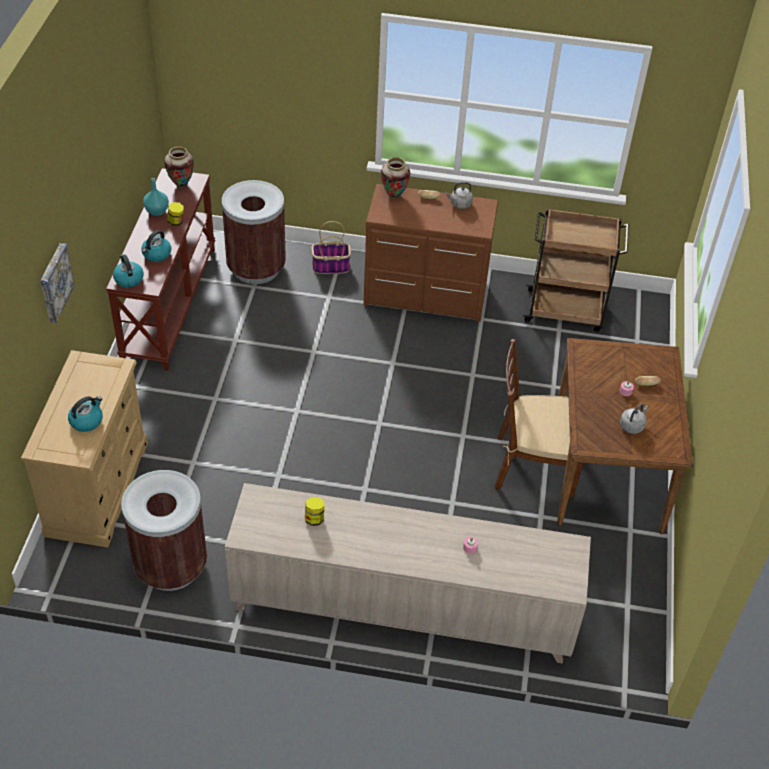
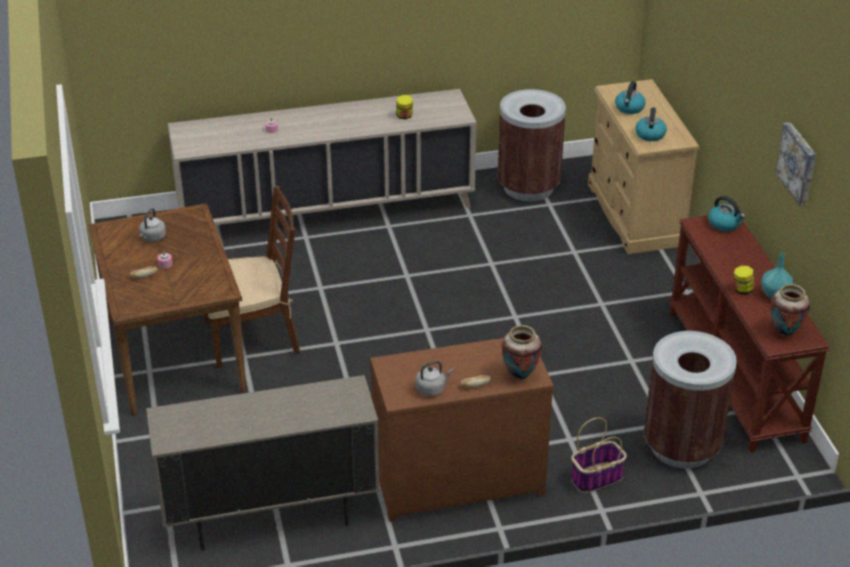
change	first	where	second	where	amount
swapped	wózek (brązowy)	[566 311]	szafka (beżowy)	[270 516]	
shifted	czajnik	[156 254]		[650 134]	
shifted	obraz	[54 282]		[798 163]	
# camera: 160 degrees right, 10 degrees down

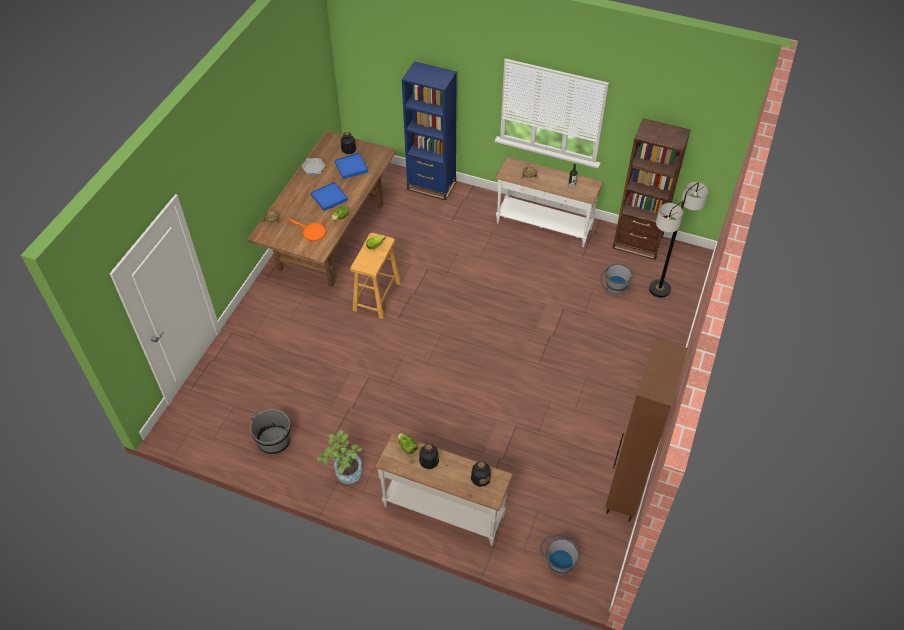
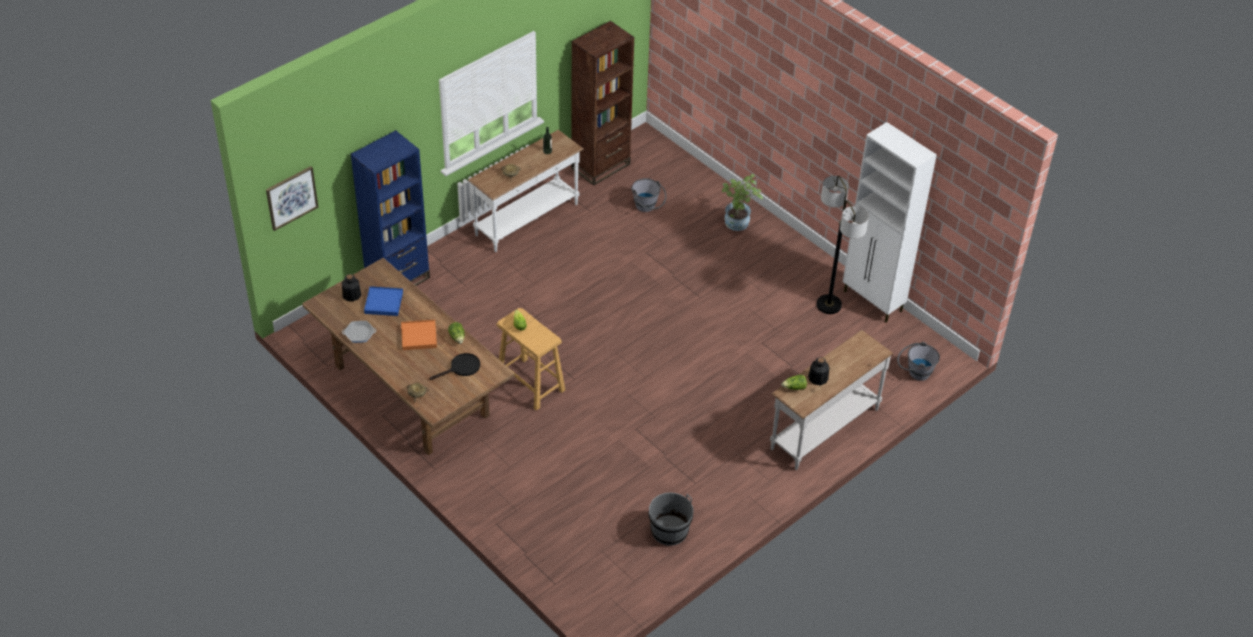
change	first	where	second	where	amount
shifted	lampa stojąca	[659 289]		[828 305]	
repainted	taca (niebieski)	[329 197]	taca (pomarańczowy)	[419 336]	
repainted	patelnia (pomarańczowy)	[311 232]	patelnia (czarny)	[461 368]	
repainted	szafka (brązowy)	[625 493]	szafka (biały)	[873 302]	
shifted	roślina doniczkowa	[345 475]		[737 225]	
gone	butelka	[480 478]			
new			obraz	[291 197]	
# camera: 65 degrees left, 5 degrees down

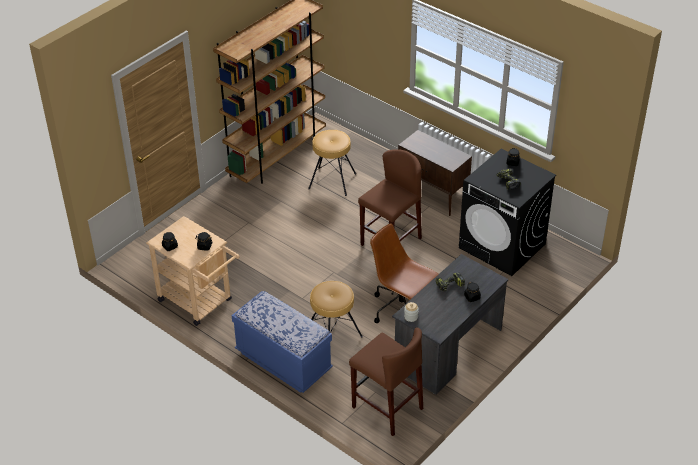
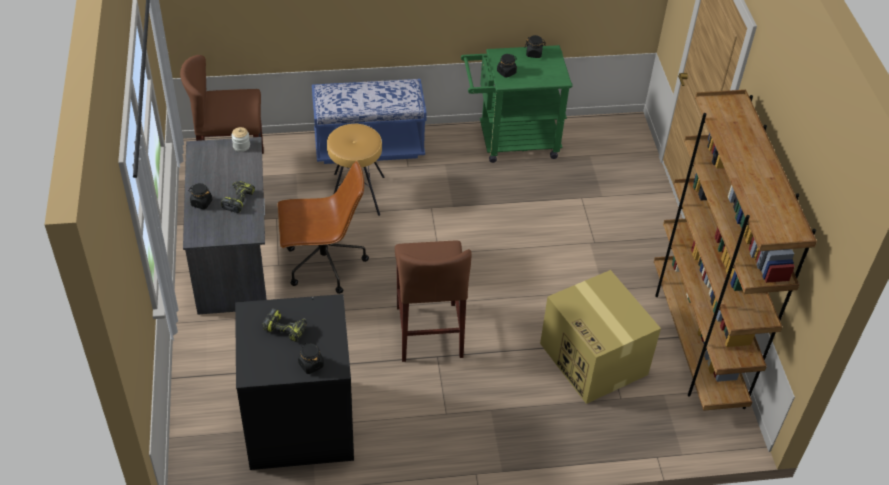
change	first	where	second	where	amount
swapped	stołek (brązowy)	[332 181]	karton	[594 360]	
gone	szafka (brązowy)	[433 196]			
repainted	wózek (beżowy)	[199 303]	wózek (zielony)	[510 141]	
# camera: 130 degrees right, 5 degrees up

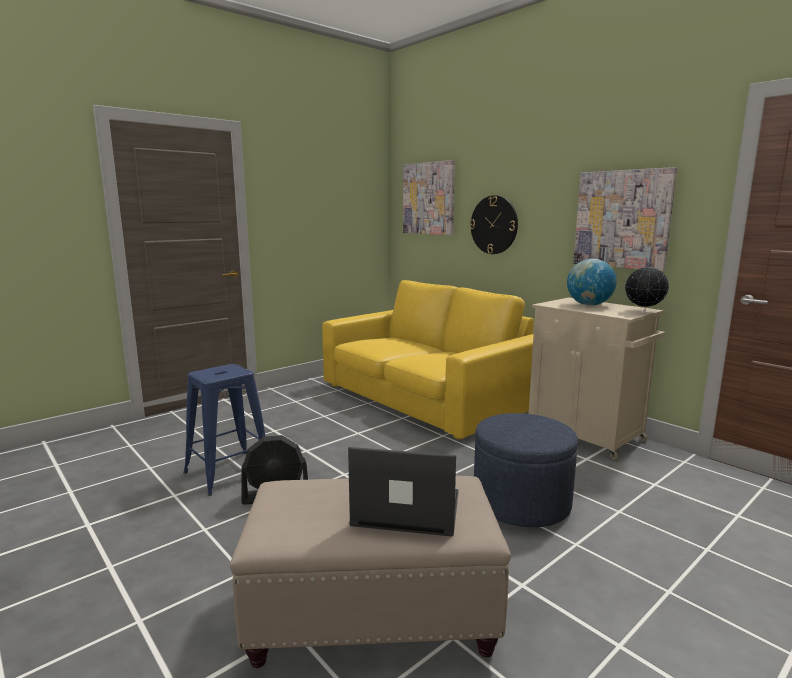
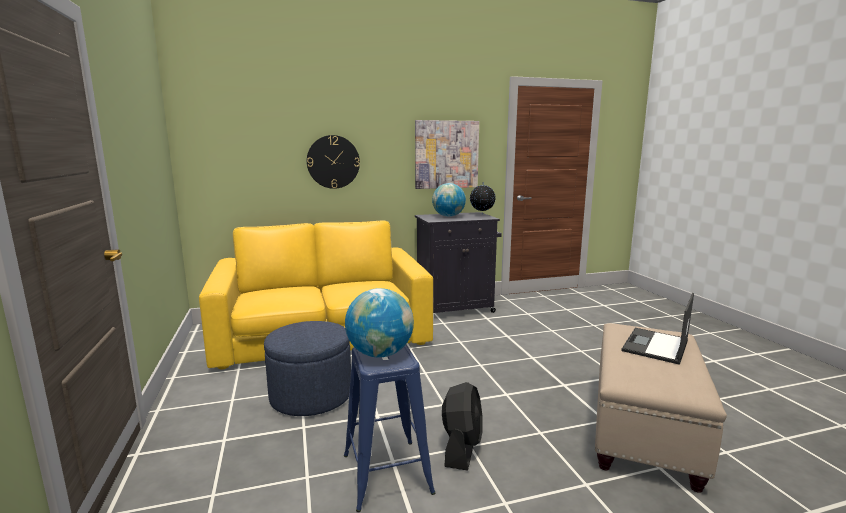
change	first	where	second	where	amount
gone	obraz	[428 198]			
repainted	szafka (beżowy)	[586 435]	szafka (czarny)	[456 308]	
shifted	pufa (niebieski)	[521 502]		[311 396]	
new			globus	[380 354]	
# camera: 65 degrees left, 0 degrees up

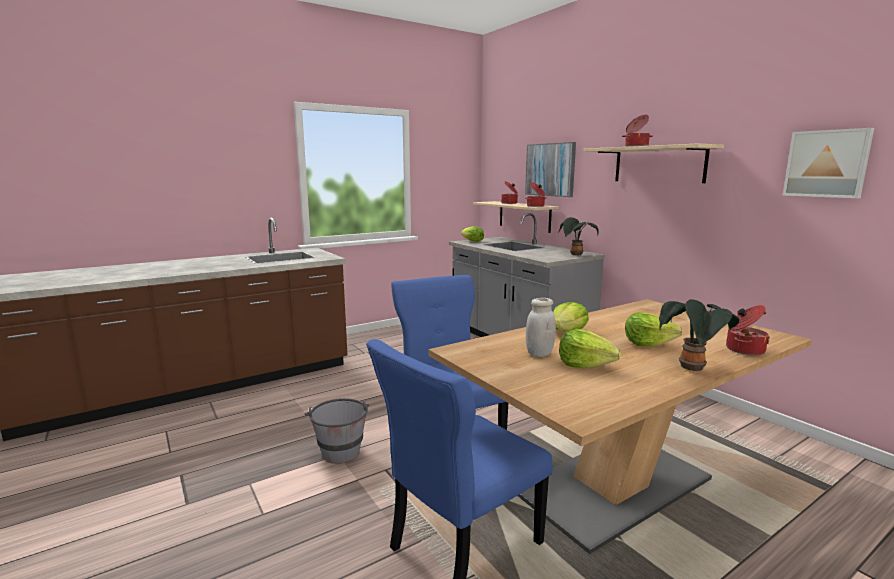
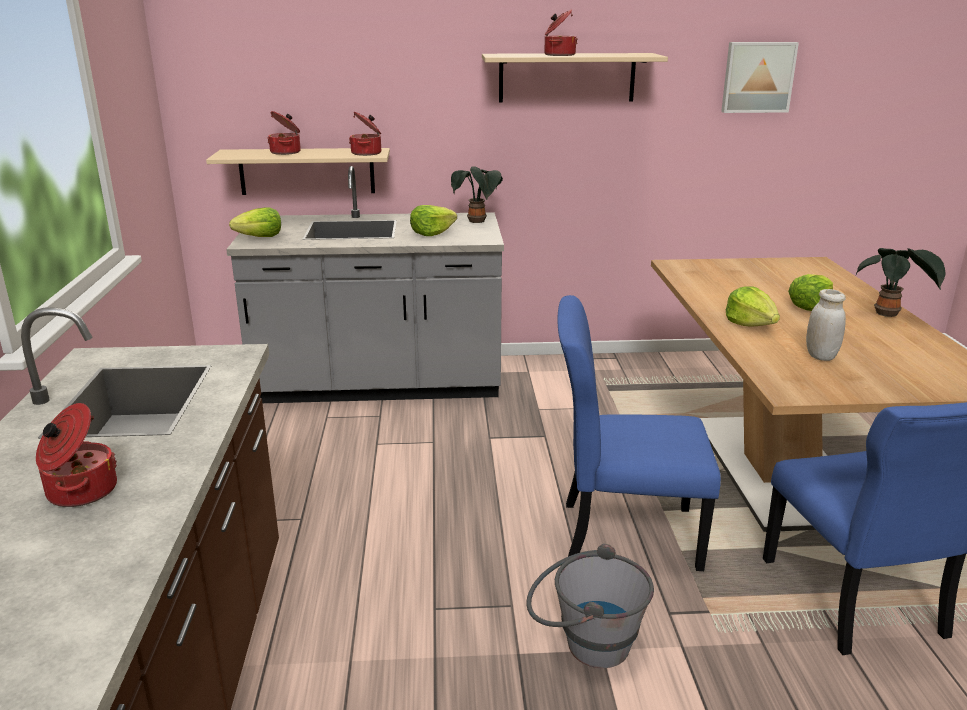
change	first	where	second	where	amount
gone	obraz	[550 169]			
shifted	garnek	[743 349]		[80 491]	
shifted	sałata	[585 364]		[431 233]	
# camera: 60 degrees left, 10 degrees up

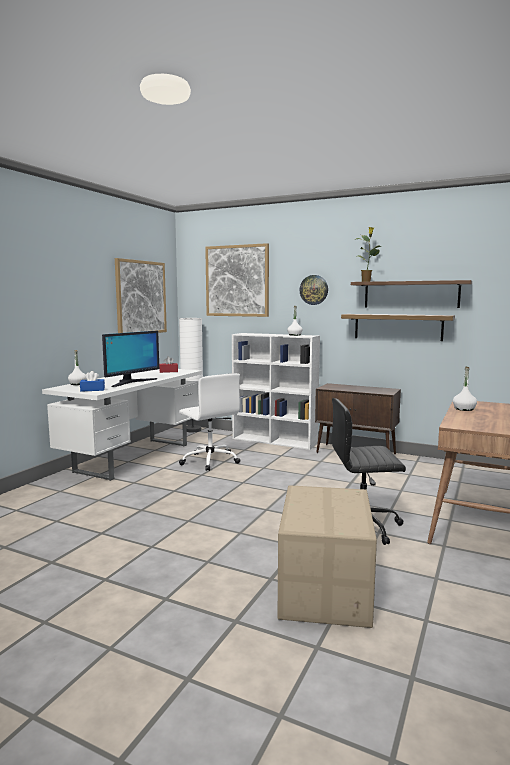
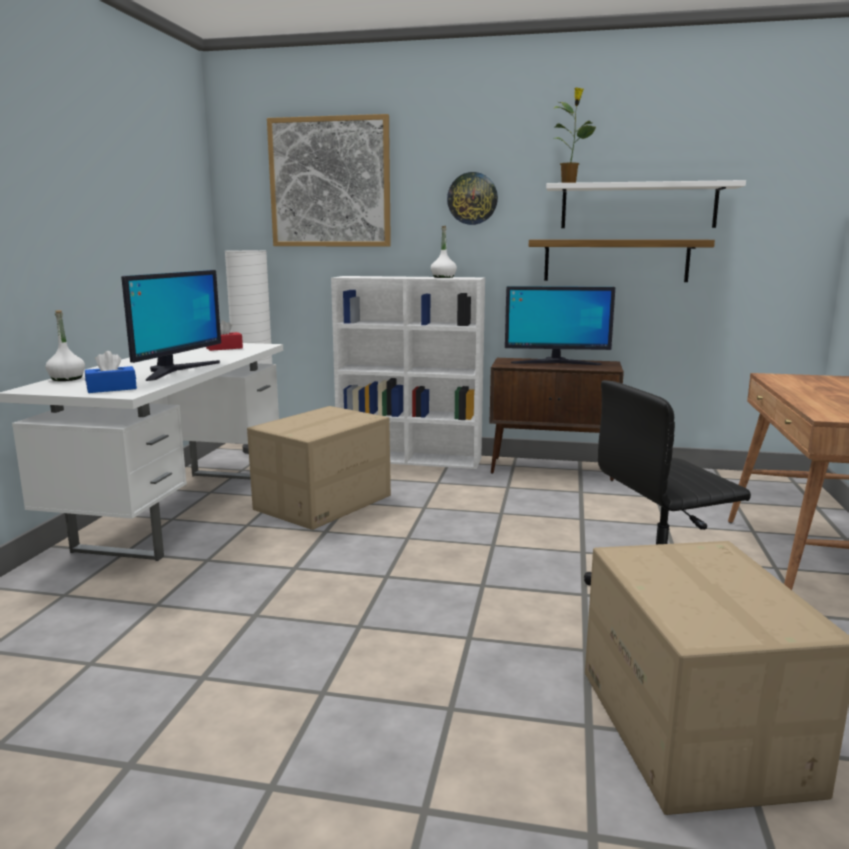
change	first	where	second	where	amount
gone	obraz	[141 297]			
repainted	półka (brązowy)	[411 294]	półka (biały)	[638 206]	
gone	butelka (biały)	[464 409]			
swapped	krzesło biurowe (biały)	[210 460]	karton	[323 503]	
new			monitor	[556 363]	
# camera: 15 degrees left, 5 degrees up

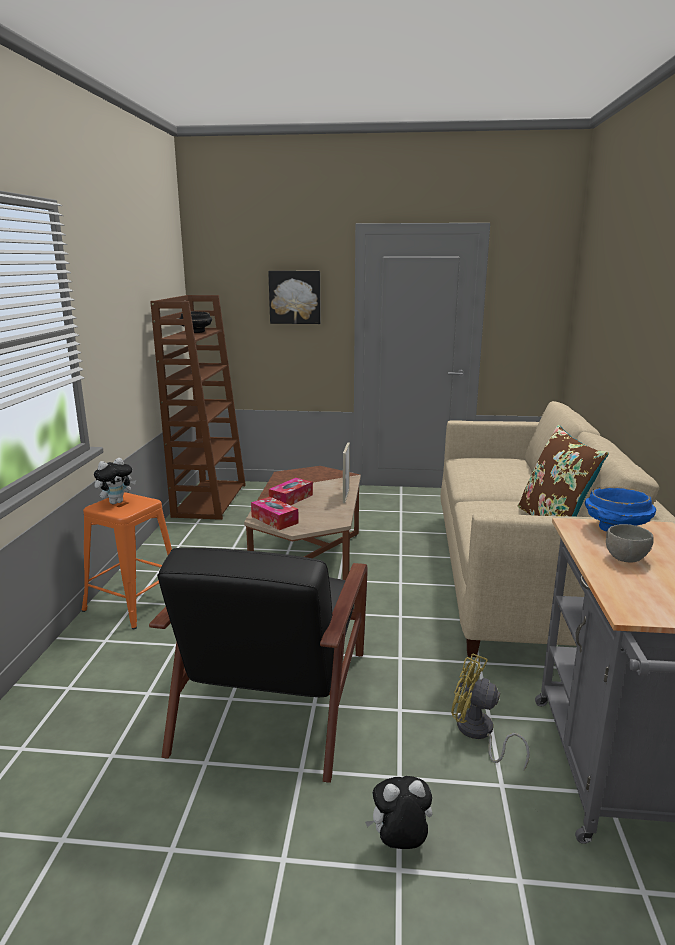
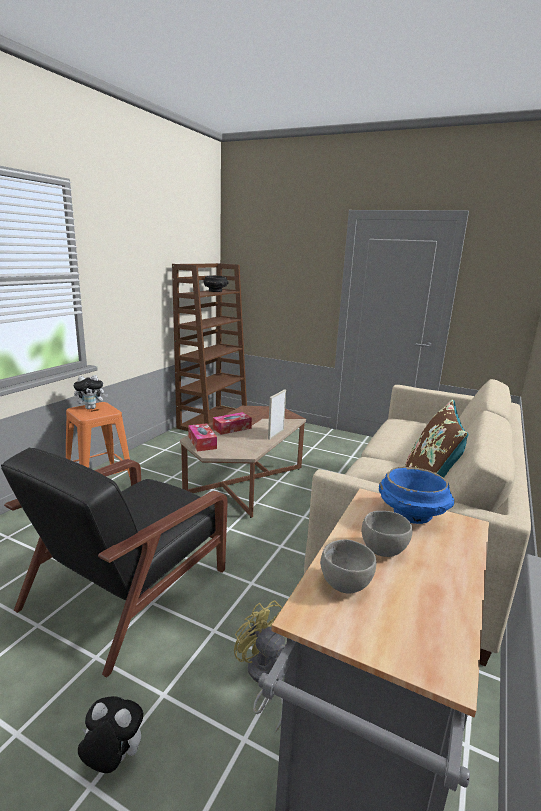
change	first	where	second	where	amount
gone	obraz	[295 297]			
new			miska (szary)	[345 582]	
# camera: 20 degrees right, 0 degrees up

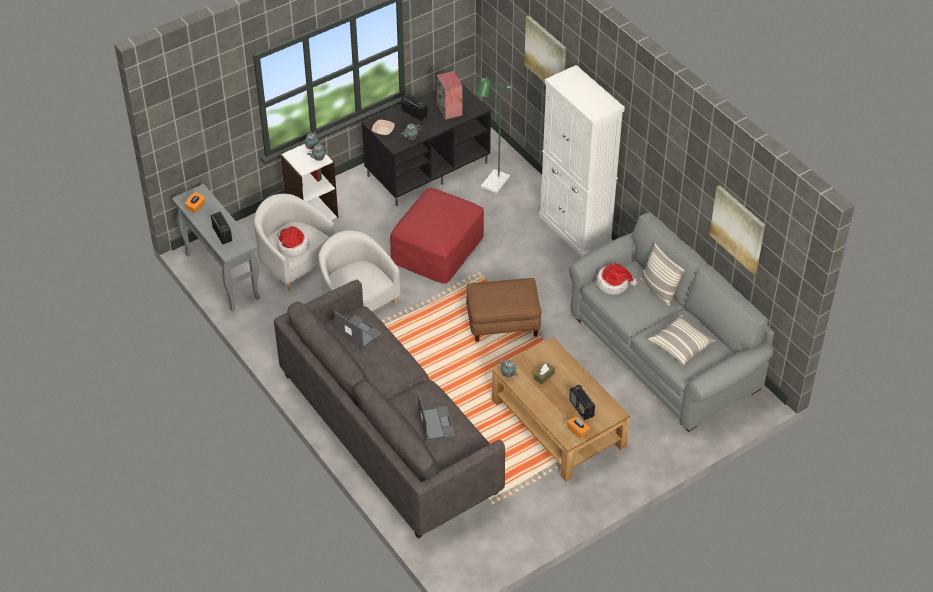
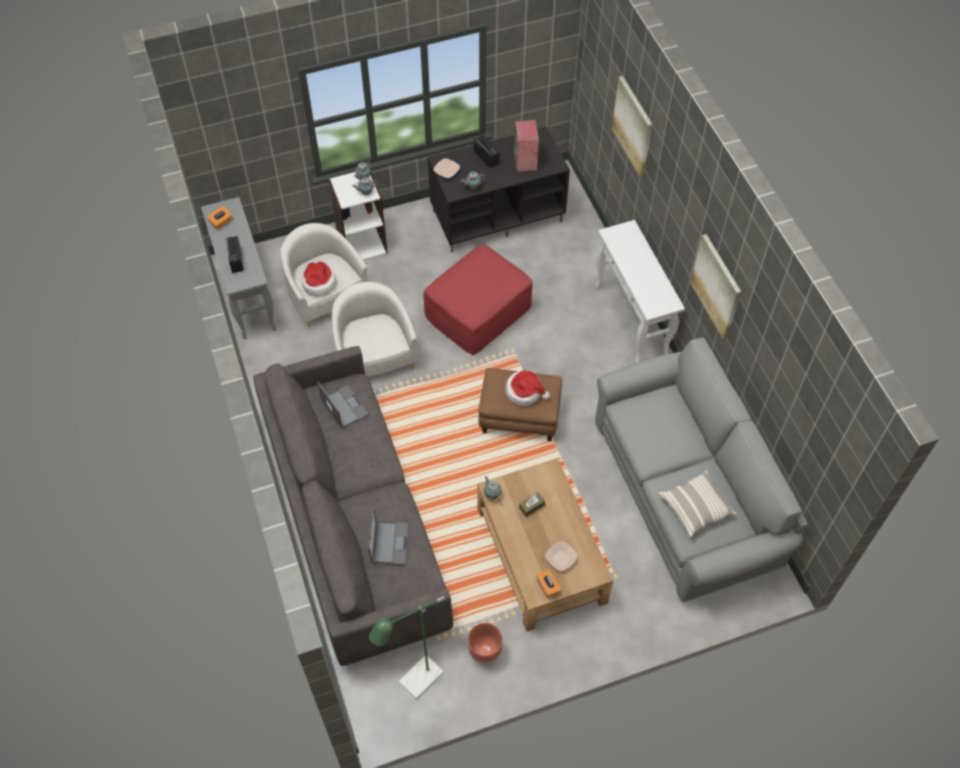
change	first	where	second	where	amount
swapped	szafka (biały)	[575 230]	stolik konsolowy (biały)	[631 320]	
shifted	lampa stojąca (zielony)	[492 185]		[415 683]	
shifted	obraz	[738 229]		[716 286]	
gone	poduszka	[658 290]			
shifted	kapelusz	[614 284]		[525 392]	
swapped	radio	[581 408]	miska	[560 558]	
new			donica (brązowy)	[484 652]	
# camera: 15 degrees right, 10 degrees up

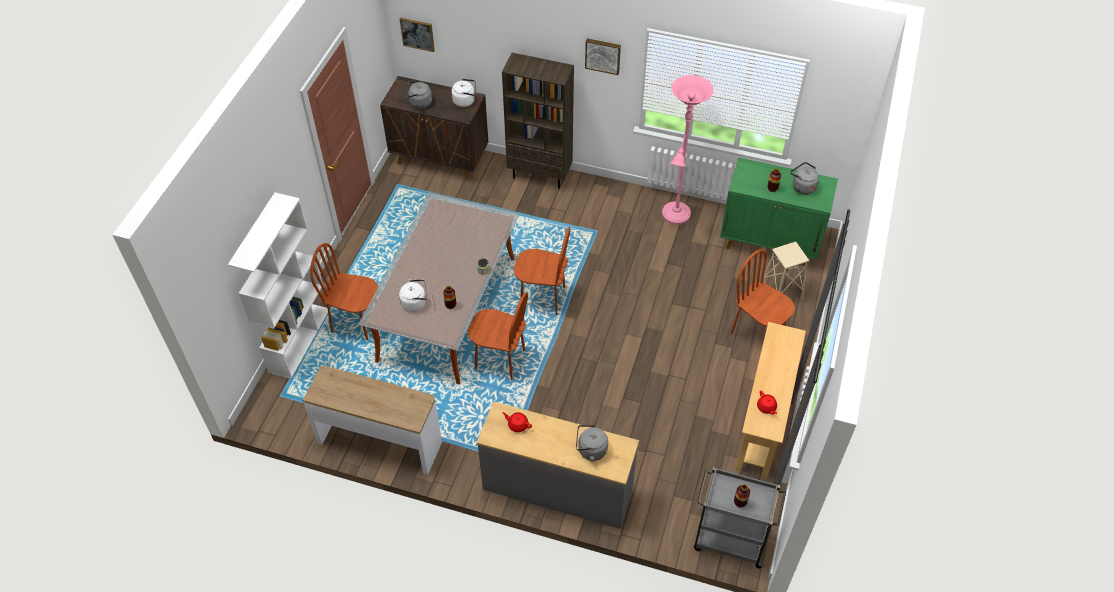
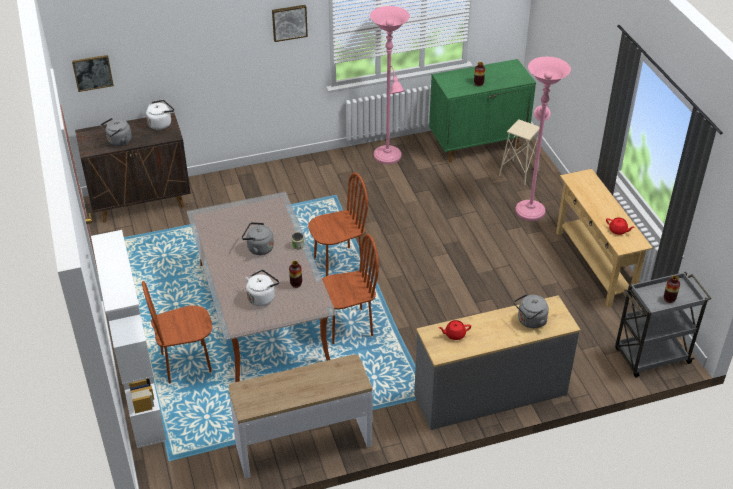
change	first	where	second	where	amount
gone	regał (brązowy)	[540 175]			
shifted	czajnik (szary)	[802 187]		[258 248]	
swapped	krzesło (brązowy)	[757 333]	lampa stojąca (różowy)	[530 208]	
# camera: 35 degrees left, 10 degrees down

